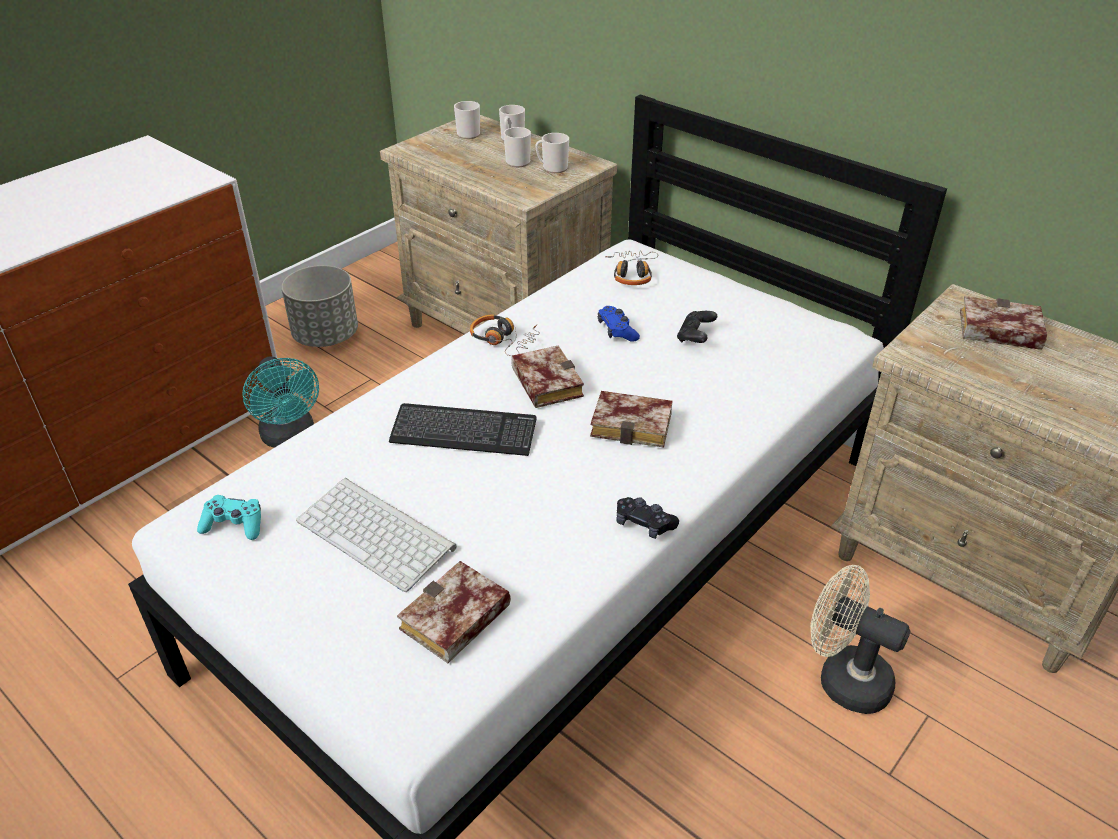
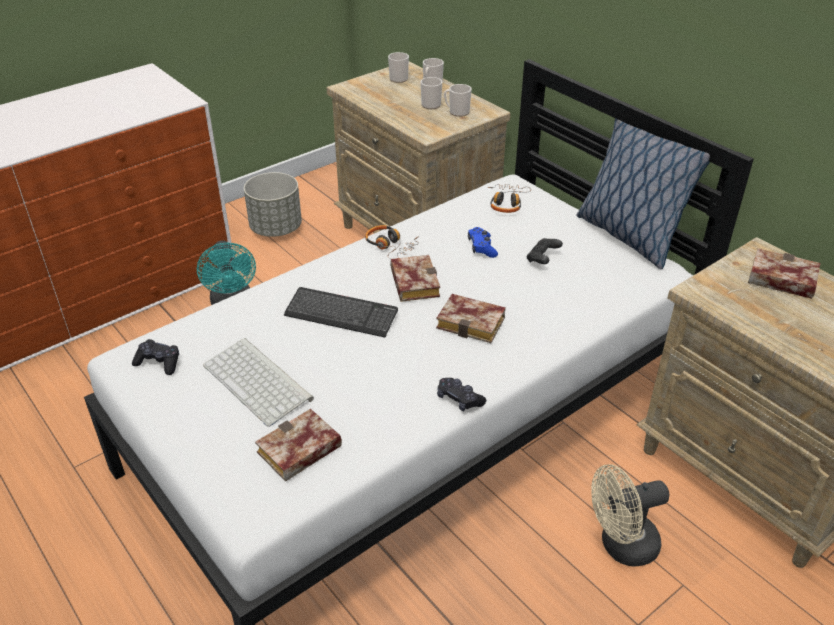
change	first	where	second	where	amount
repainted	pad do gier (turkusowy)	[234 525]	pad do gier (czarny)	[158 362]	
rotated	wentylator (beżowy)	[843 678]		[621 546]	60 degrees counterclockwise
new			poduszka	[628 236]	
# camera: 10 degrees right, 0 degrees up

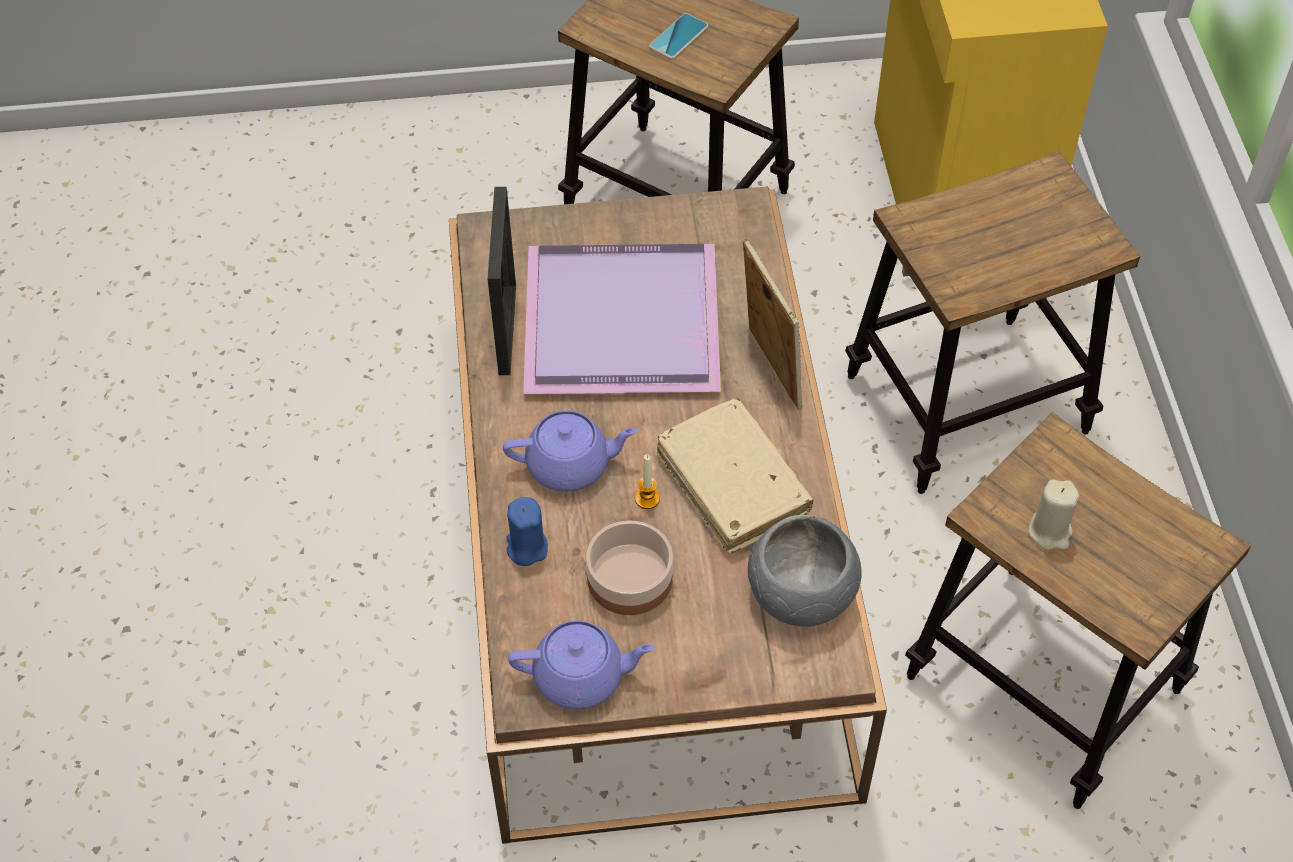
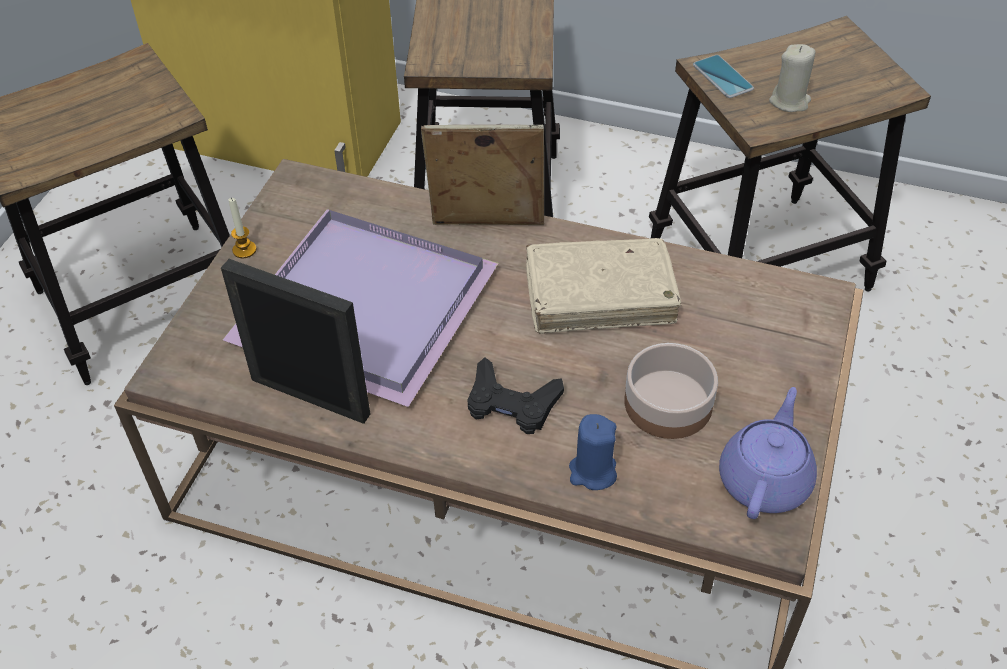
change	first	where	second	where	amount
shifted	telefon	[678 37]		[722 77]	
swapped	imbryk (fioletowy)	[570 465]	pad do gier (czarny)	[511 403]	
shifted	świeca	[647 498]		[244 250]	
gone	miska (szary)	[801 594]			
# camera: 65 degrees left, 5 degrees down

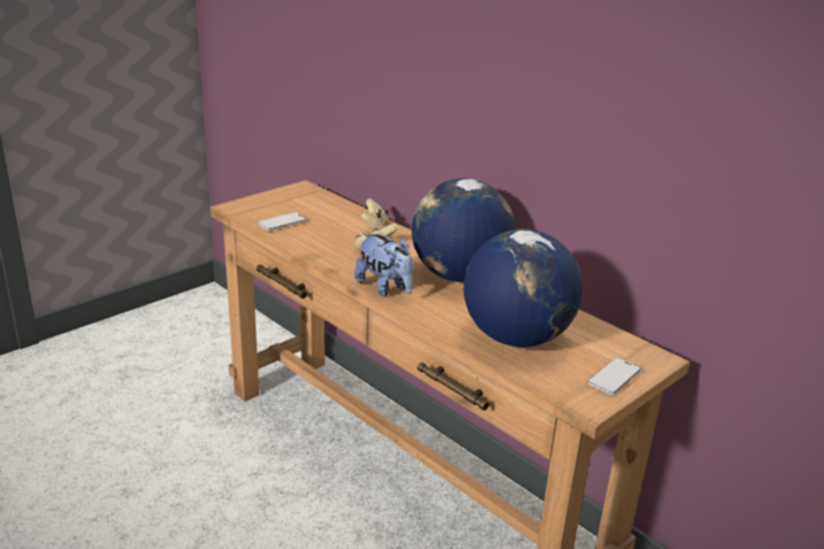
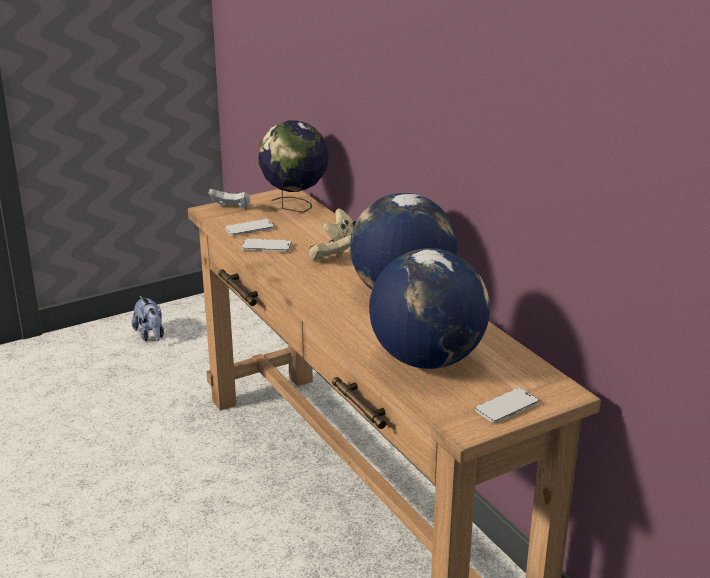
change	first	where	second	where	amount
shifted	pluszak	[385 288]		[151 335]	
new			globus	[294 207]	
new			pad do gier (biały)	[231 208]	
new			telefon	[266 247]	
# camera: 15 degrees right, 0 degrees up

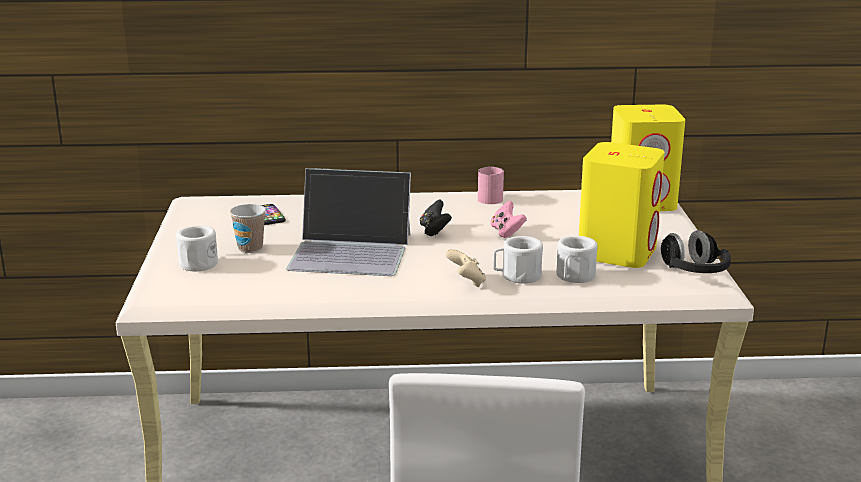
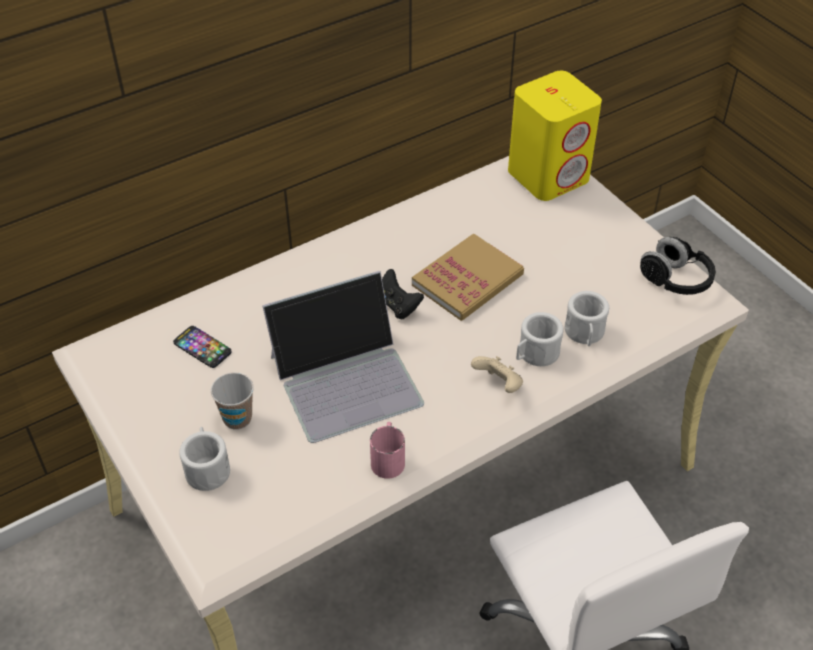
change	first	where	second	where	amount
gone	głośnik (żółty)	[617 252]			
shifted	kubek (różowy)	[493 198]		[388 458]	
swapped	pad do gier (różowy)	[506 232]	książka	[467 280]	
# camera: 30 degrees left, 25 degrees up

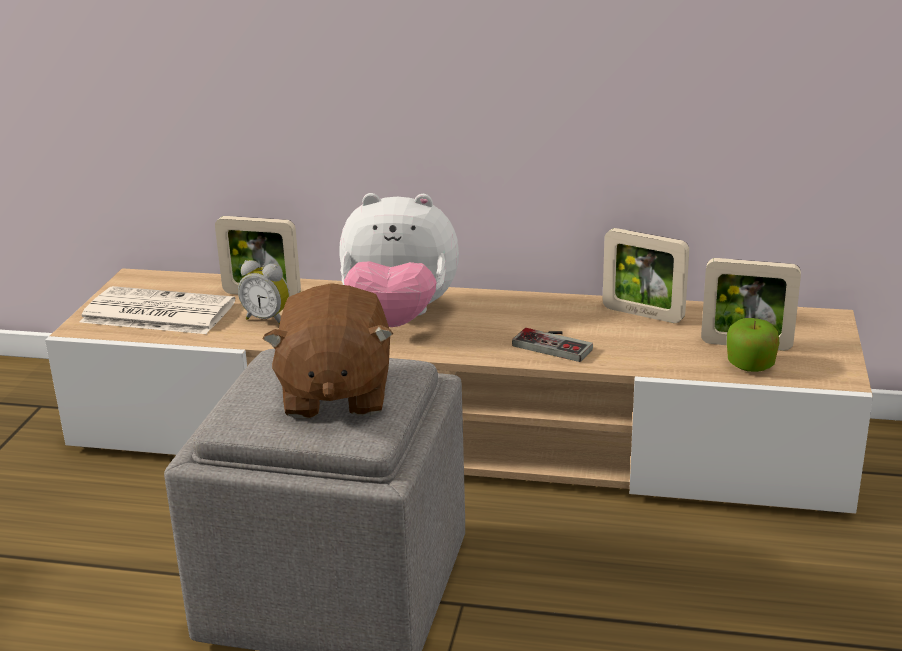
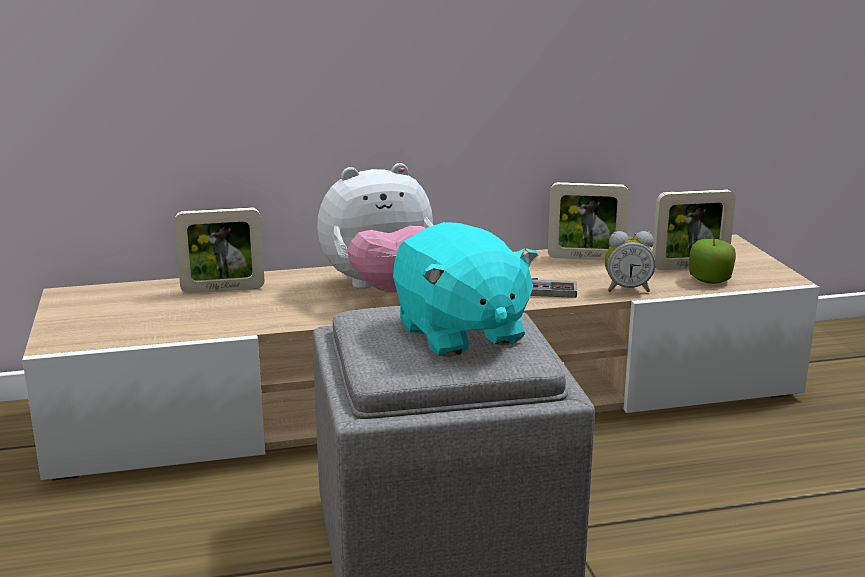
change	first	where	second	where	amount
shifted	budzik	[268 319]		[627 289]	
repainted	pluszak (brązowy)	[334 395]	pluszak (turkusowy)	[459 334]	
gone	gazeta	[156 313]			
# camera: 25 degrees left, 5 degrees down

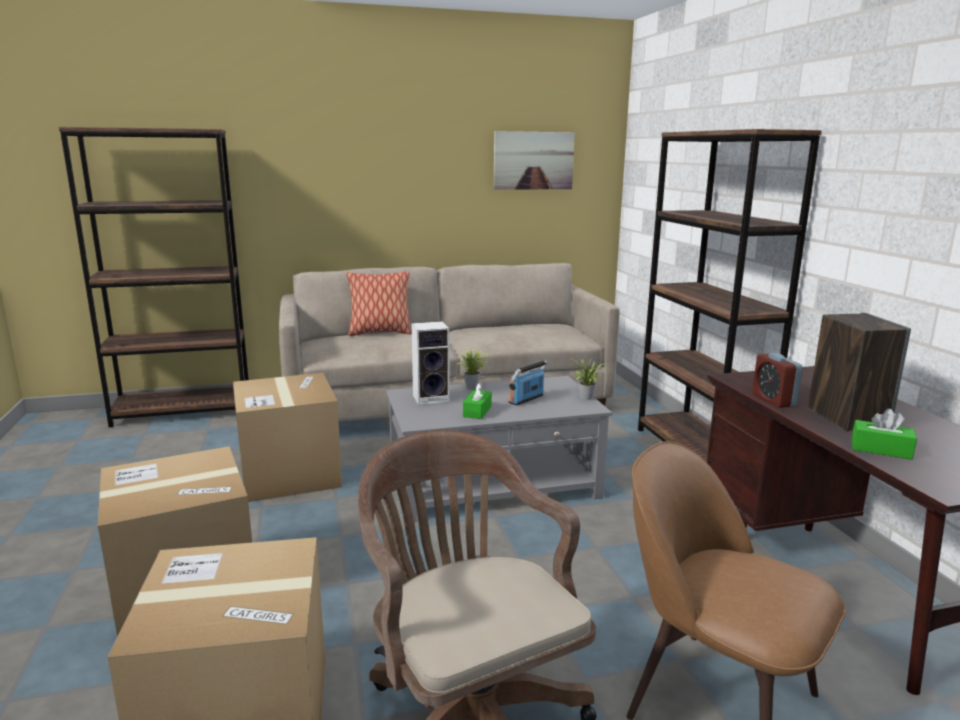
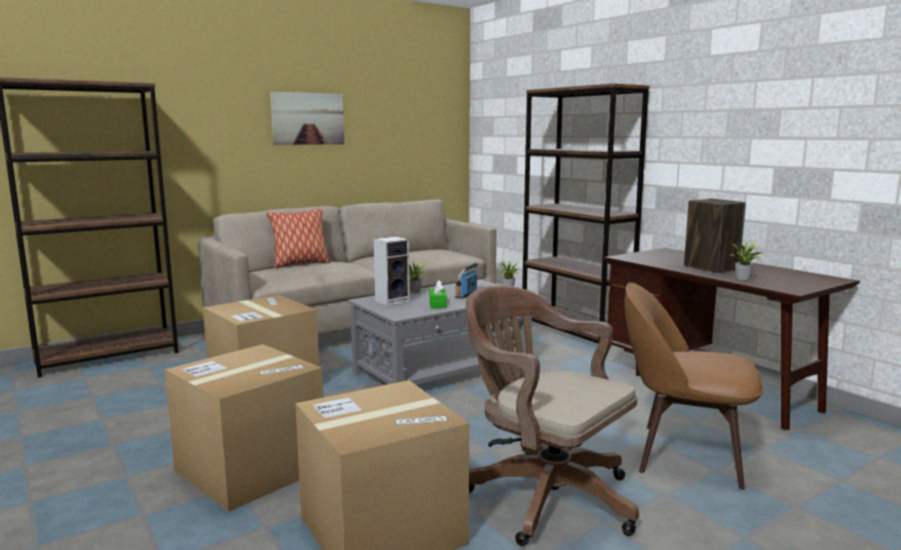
change	first	where	second	where	amount
shifted	obraz	[533 160]		[308 118]	
gone	budzik	[773 400]			
swapped	pudełko chusteczek (zielony)	[881 449]	roślina doniczkowa	[743 278]	
# camera: 20 degrees left, 5 degrees down

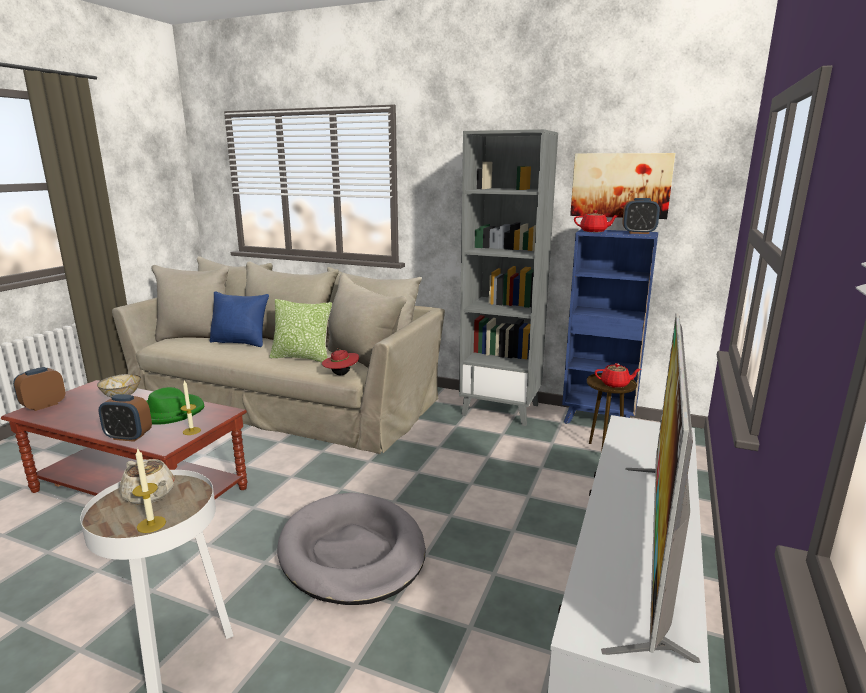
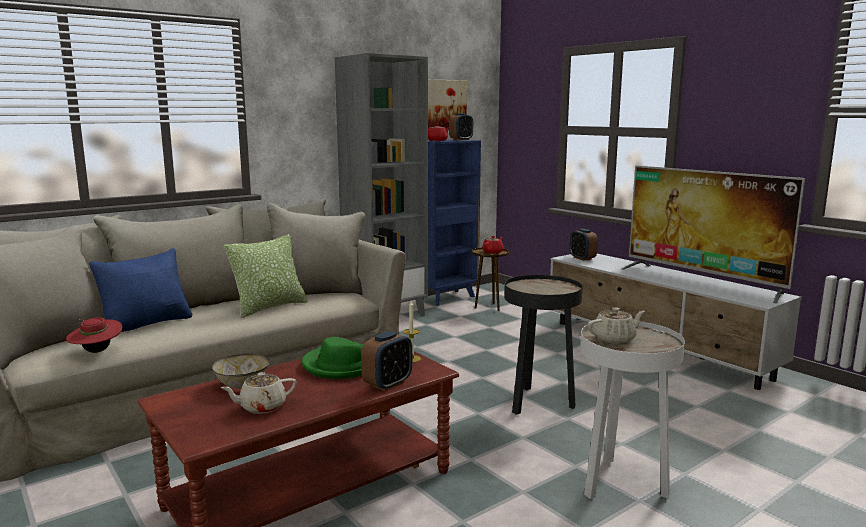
change	first	where	second	where	amount
shifted	kapelusz (czerwony)	[341 374]		[96 351]	
shifted	budzik	[43 405]		[582 258]	
gone	świeca	[151 524]			
swapped	legowisko (szary)	[352 552]	stolik (czarny)	[538 403]	
new			imbryk (beżowy)	[261 407]	
# camera: 60 degrees left, 5 degrees down

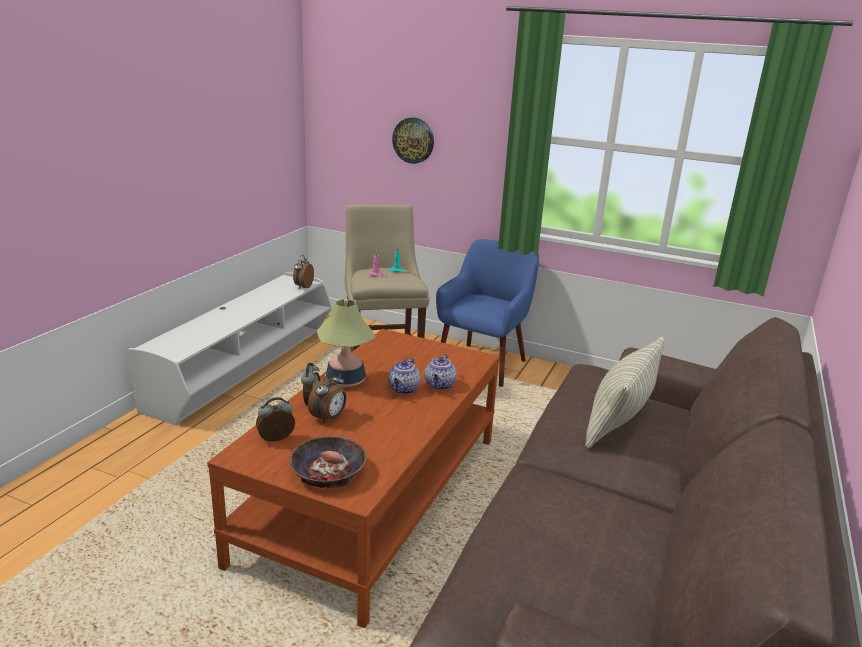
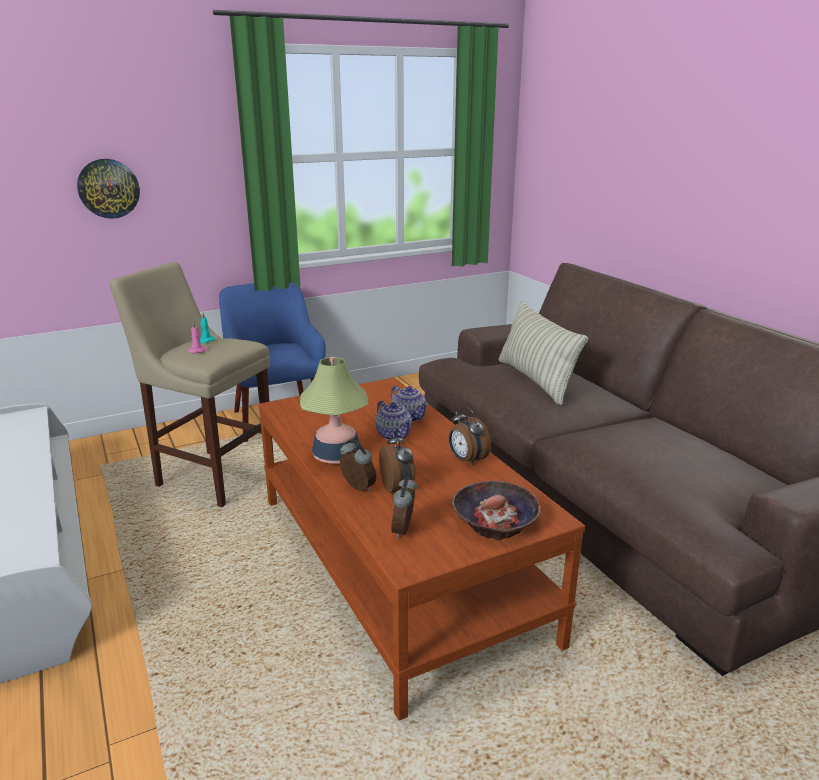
change	first	where	second	where	amount
shifted	budzik	[303 287]		[466 460]	
# camera: 50 degrees left, 0 degrees up

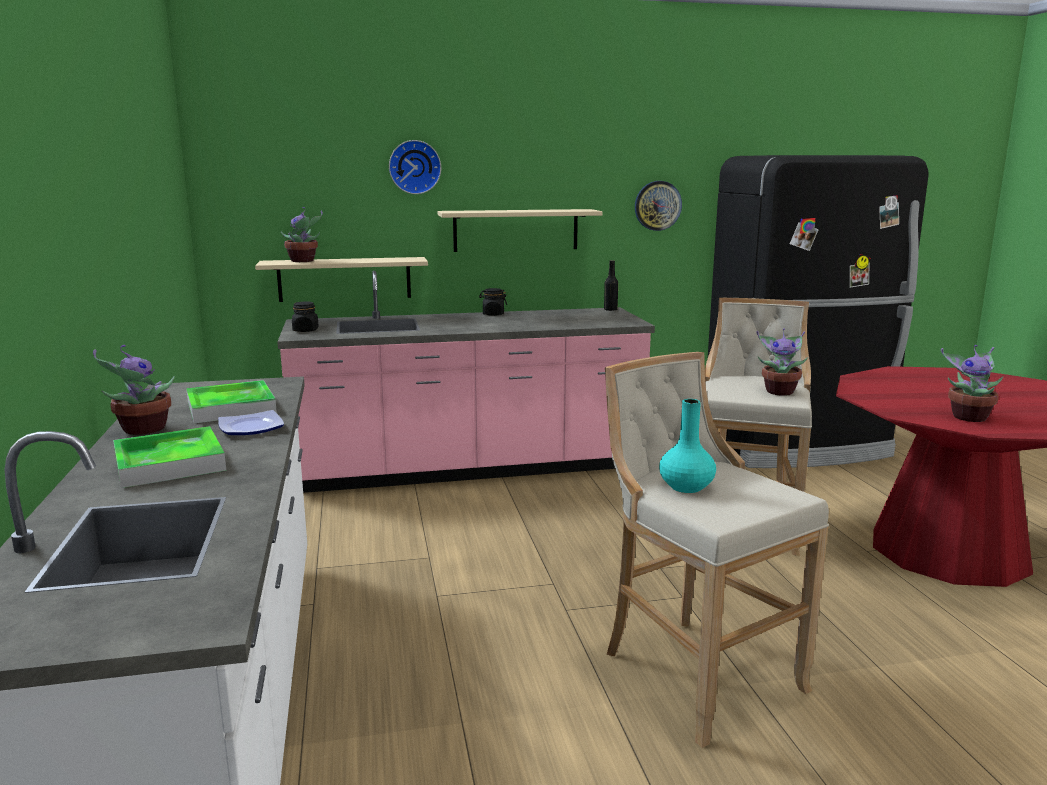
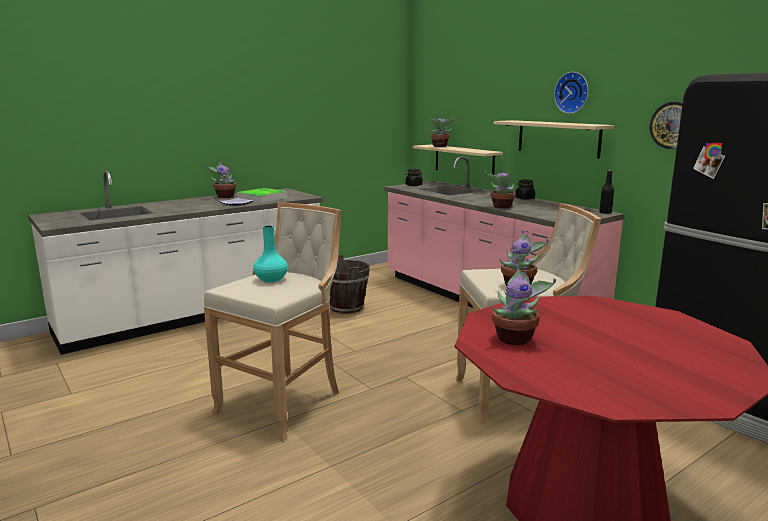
change	first	where	second	where	amount
shifted	zegar ścienny	[414 167]		[573 92]	
gone	taca	[169 463]			
new			roślina doniczkowa	[501 207]	
new			wiadro (brązowy)	[347 307]	
# camera: 65 degrees right, 0 degrees up

